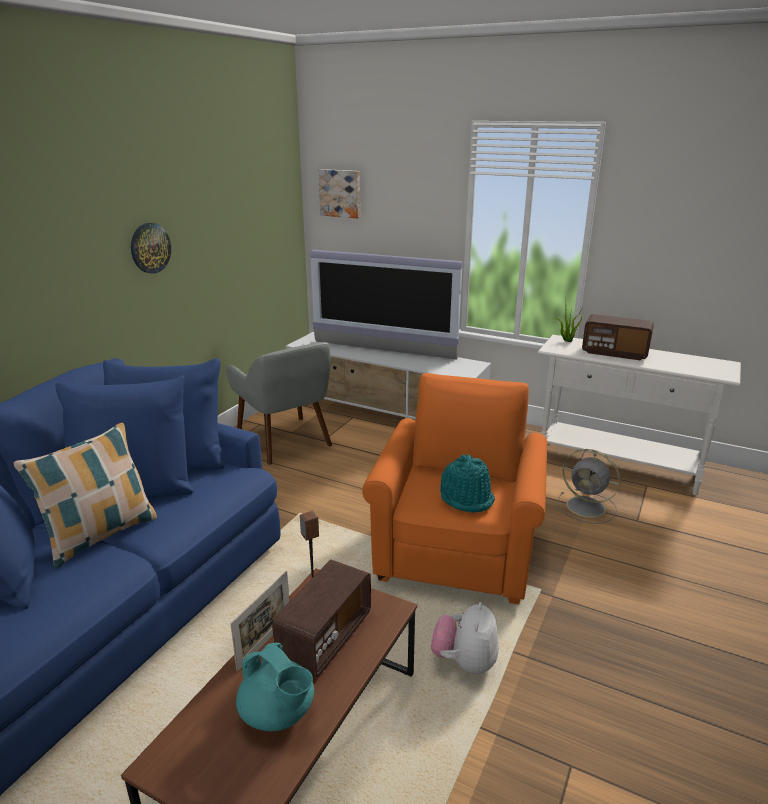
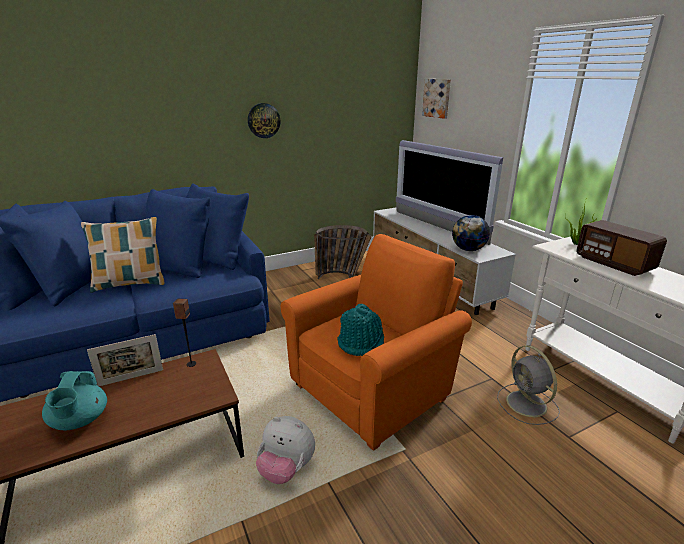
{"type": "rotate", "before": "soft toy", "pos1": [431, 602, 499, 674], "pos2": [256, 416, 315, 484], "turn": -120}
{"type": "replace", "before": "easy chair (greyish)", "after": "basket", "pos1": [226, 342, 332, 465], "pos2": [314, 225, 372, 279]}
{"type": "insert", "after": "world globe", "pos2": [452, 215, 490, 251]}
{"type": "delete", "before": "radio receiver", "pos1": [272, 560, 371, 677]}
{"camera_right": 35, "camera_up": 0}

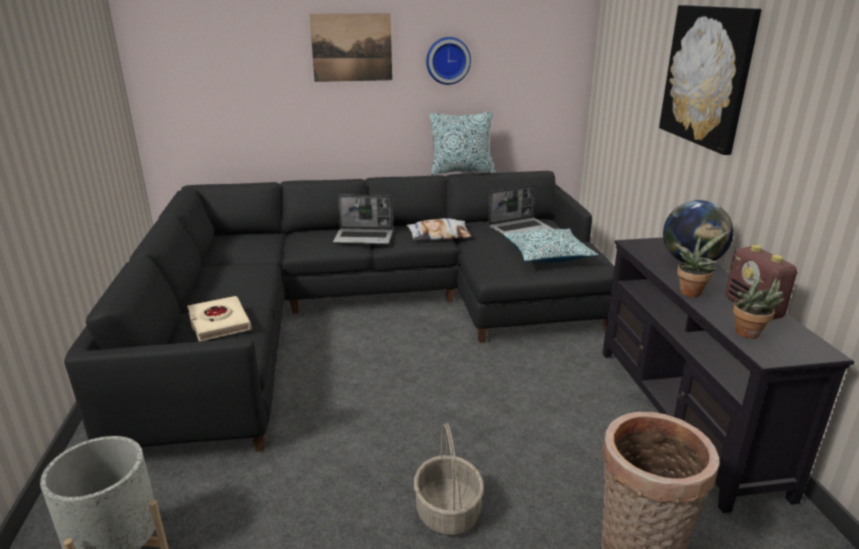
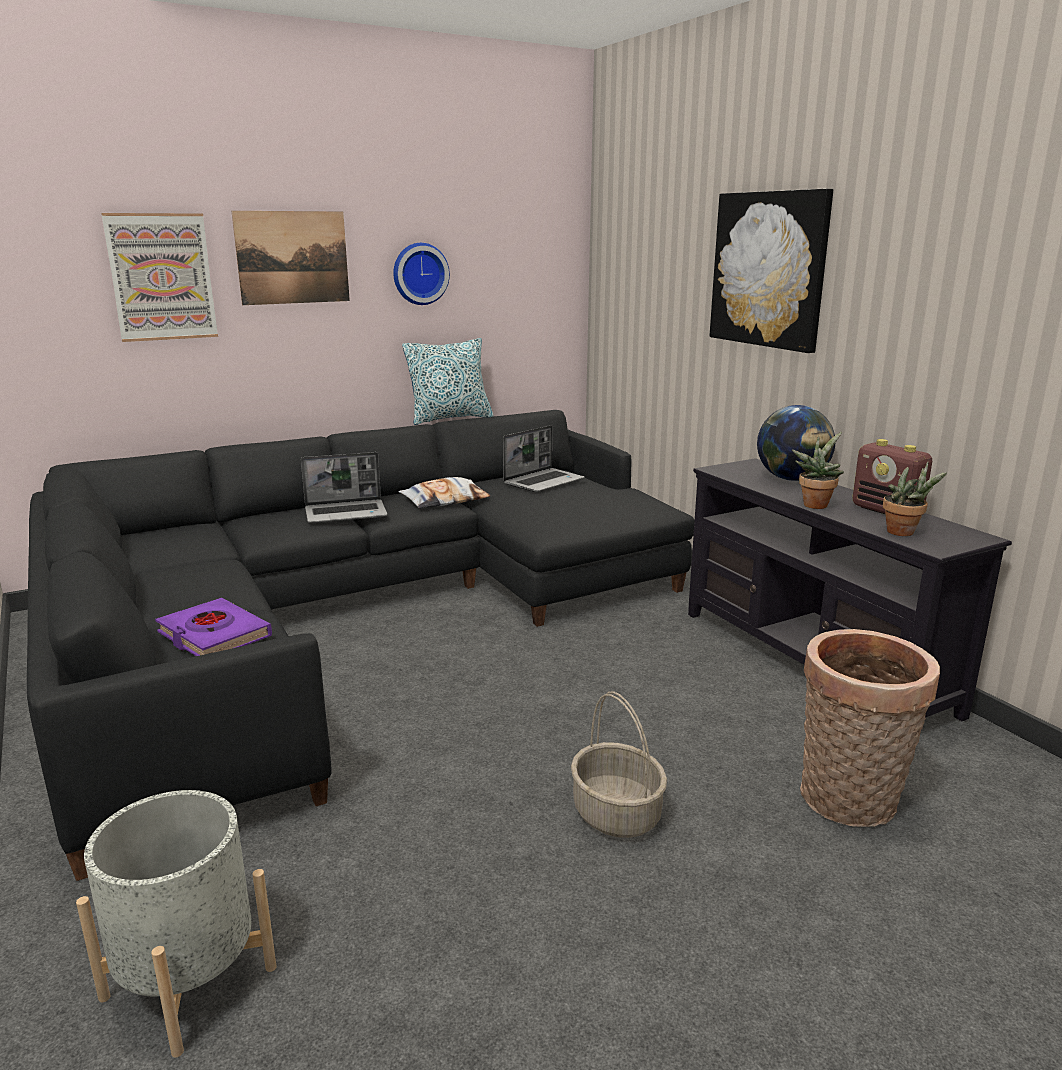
{"type": "insert", "after": "wall picture", "pos2": [102, 213, 218, 342]}
{"type": "recolor", "before": "volume (beige)", "after": "volume (purple)", "pos1": [187, 296, 251, 342], "pos2": [155, 598, 272, 656]}
{"type": "delete", "before": "pillow", "pos1": [503, 229, 598, 262]}
{"camera_right": -20, "camera_up": -5}

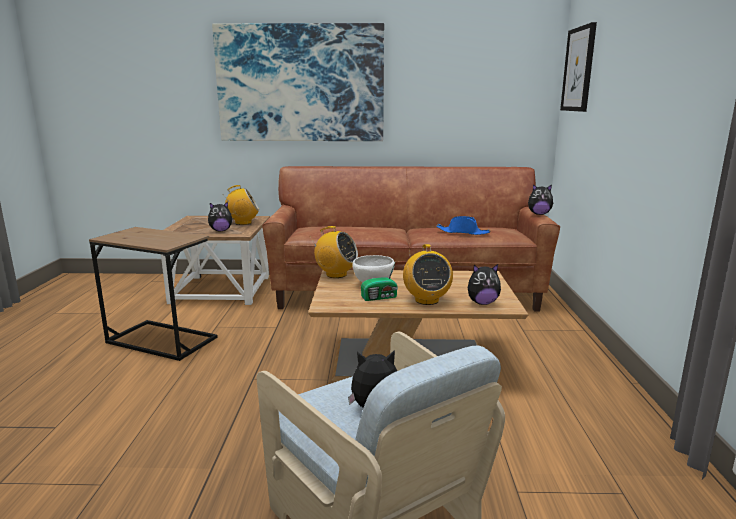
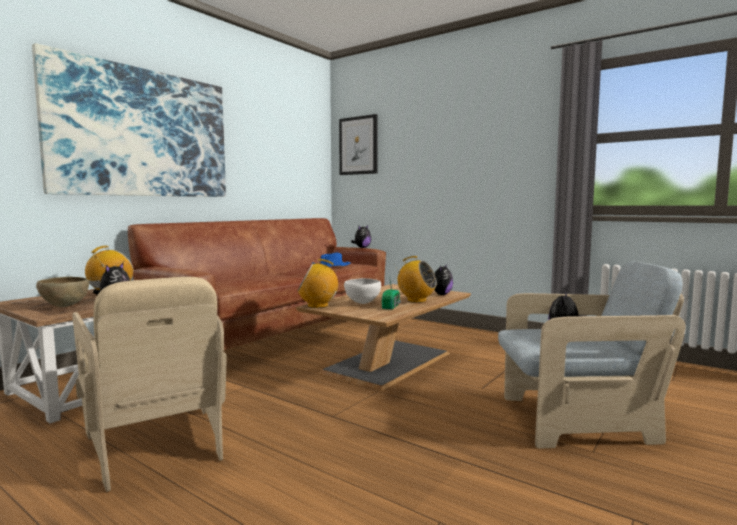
{"type": "insert", "after": "serving bowl (brown-coloured)", "pos2": [36, 277, 89, 307]}
{"type": "replace", "before": "accent table (brown-coloured)", "after": "easy chair (beige)", "pos1": [89, 227, 218, 361], "pos2": [72, 277, 227, 492]}
{"type": "rotate", "before": "radio receiver", "pos1": [310, 226, 358, 278], "pos2": [297, 259, 340, 308], "turn": -150}
{"camera_right": -55, "camera_up": -10}

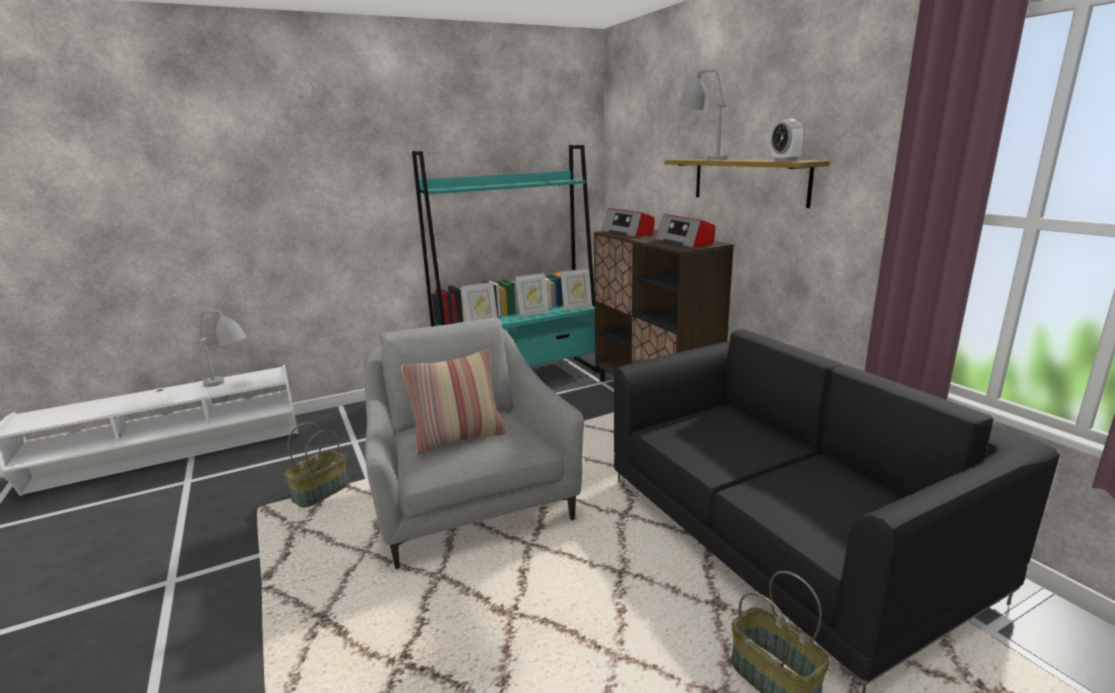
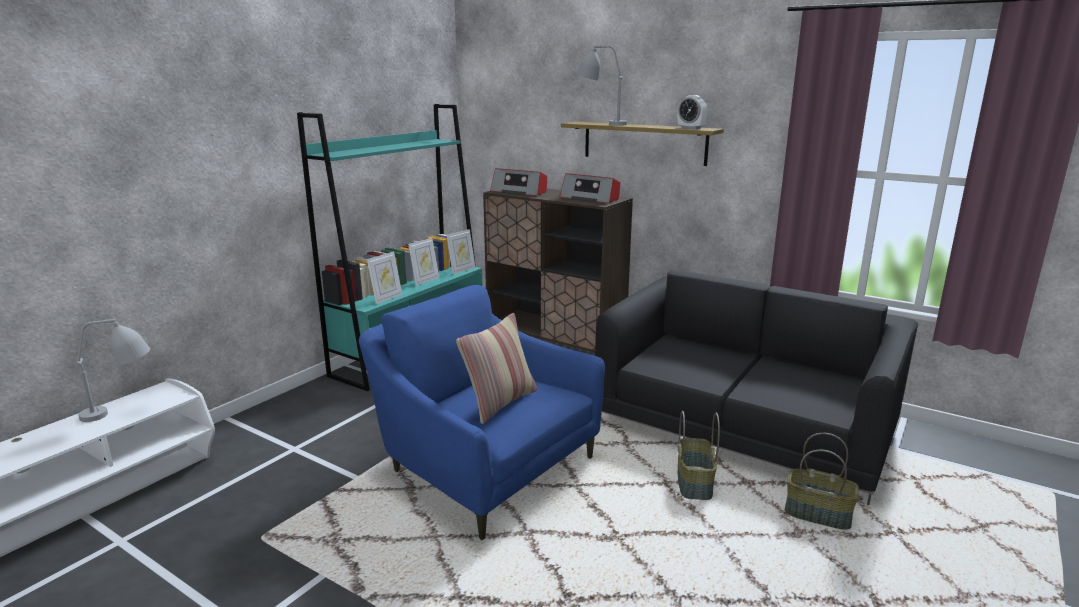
{"type": "recolor", "before": "easy chair (greyish)", "after": "easy chair (blue-coloured)", "pos1": [364, 318, 584, 569], "pos2": [359, 285, 605, 540]}
{"type": "move", "before": "basket", "pos1": [284, 423, 349, 508], "pos2": [678, 411, 720, 500]}
{"camera_right": -30, "camera_up": 0}

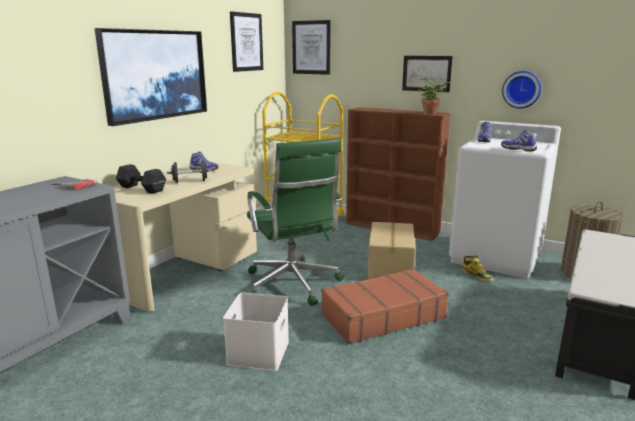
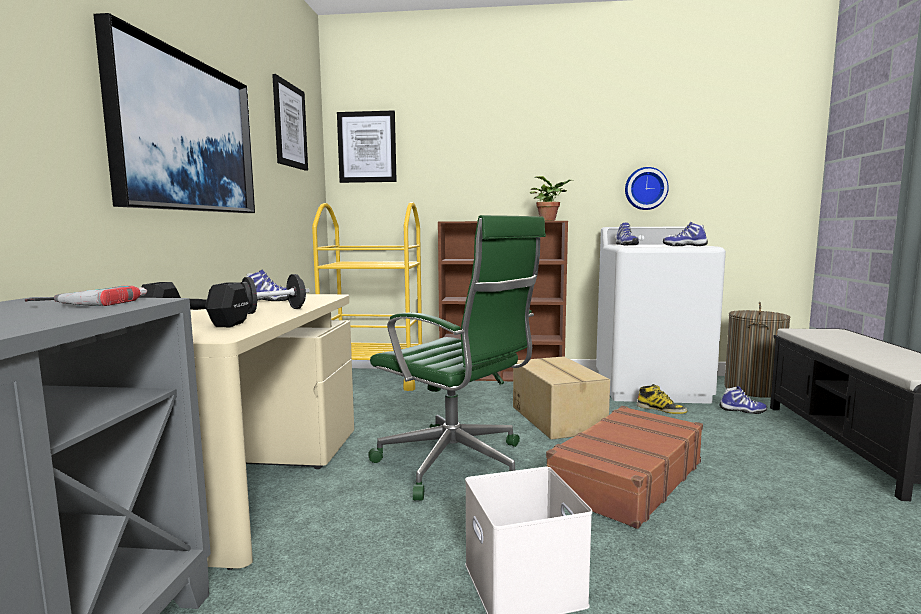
{"type": "insert", "after": "shoe", "pos2": [719, 386, 767, 414]}
{"type": "delete", "before": "wall picture", "pos1": [402, 56, 453, 92]}
{"camera_right": -25, "camera_up": -10}

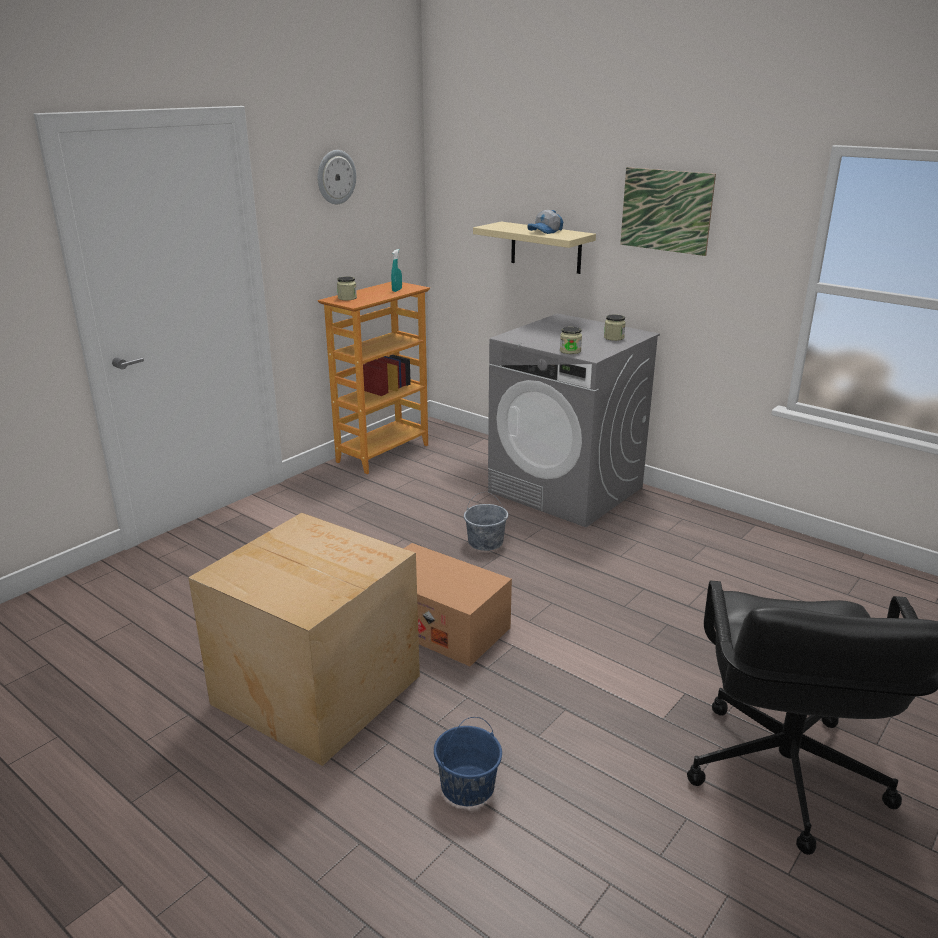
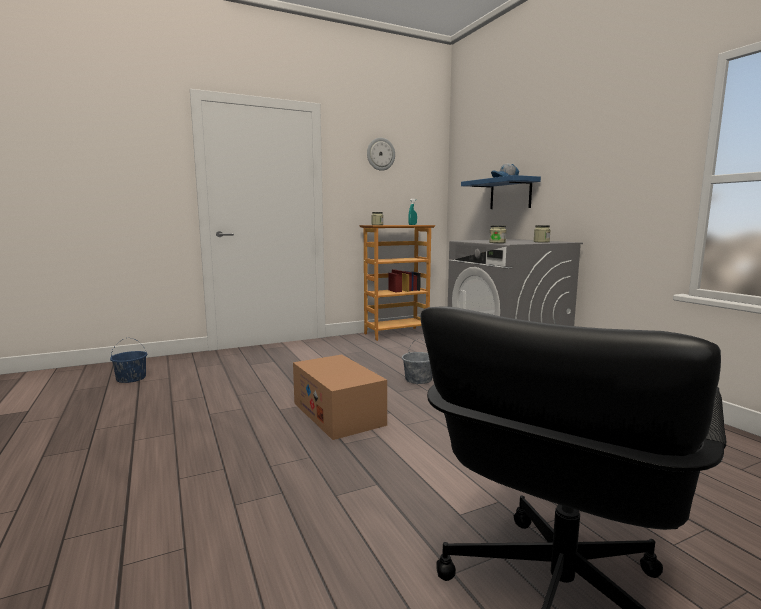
{"type": "move", "before": "water bucket (blue-coloured)", "pos1": [434, 717, 502, 806], "pos2": [110, 338, 148, 383]}
{"type": "recolor", "before": "shelf (beige)", "after": "shelf (blue-coloured)", "pos1": [473, 221, 596, 274], "pos2": [461, 175, 541, 209]}
{"type": "delete", "before": "cardboard box", "pos1": [188, 513, 420, 766]}
{"type": "delete", "before": "wall picture", "pos1": [620, 167, 716, 256]}
{"camera_right": 25, "camera_up": -15}

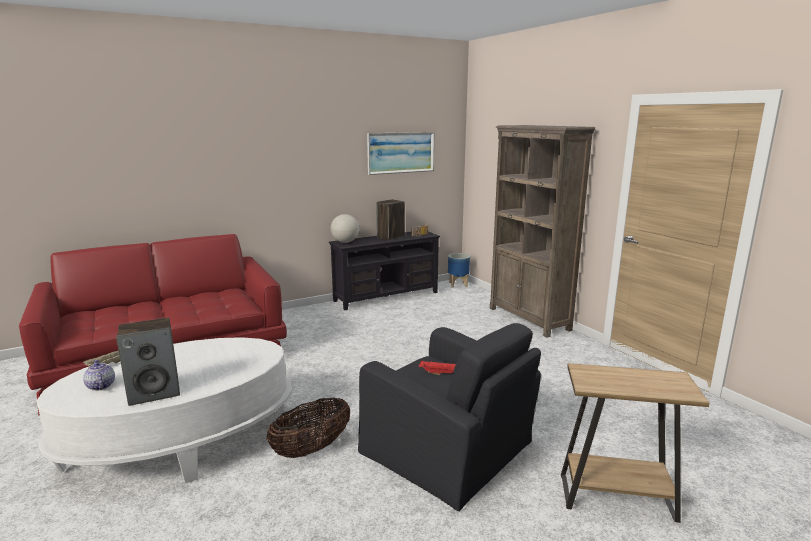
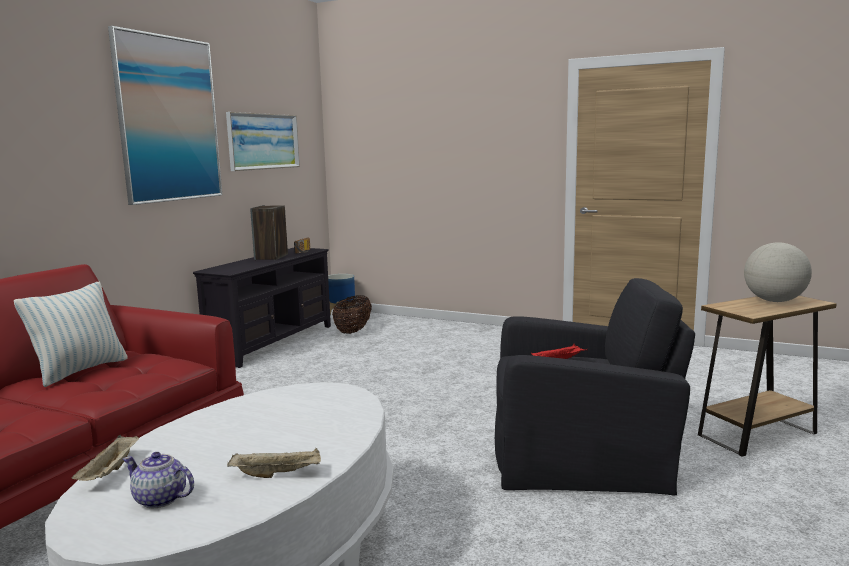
{"type": "insert", "after": "pillow", "pos2": [14, 281, 128, 387]}
{"type": "insert", "after": "wall picture", "pos2": [108, 26, 222, 205]}
{"type": "replace", "before": "audio speaker", "after": "carrying tray (beige)", "pos1": [116, 317, 180, 406], "pos2": [227, 448, 321, 478]}
{"type": "move", "before": "basket", "pos1": [267, 398, 350, 458], "pos2": [332, 295, 372, 334]}
{"type": "move", "before": "world globe", "pos1": [331, 214, 359, 243], "pos2": [744, 242, 812, 302]}
{"type": "delete", "before": "bookshelf (brown-coloured)", "pos1": [490, 125, 595, 338]}
{"camera_right": -35, "camera_up": -5}

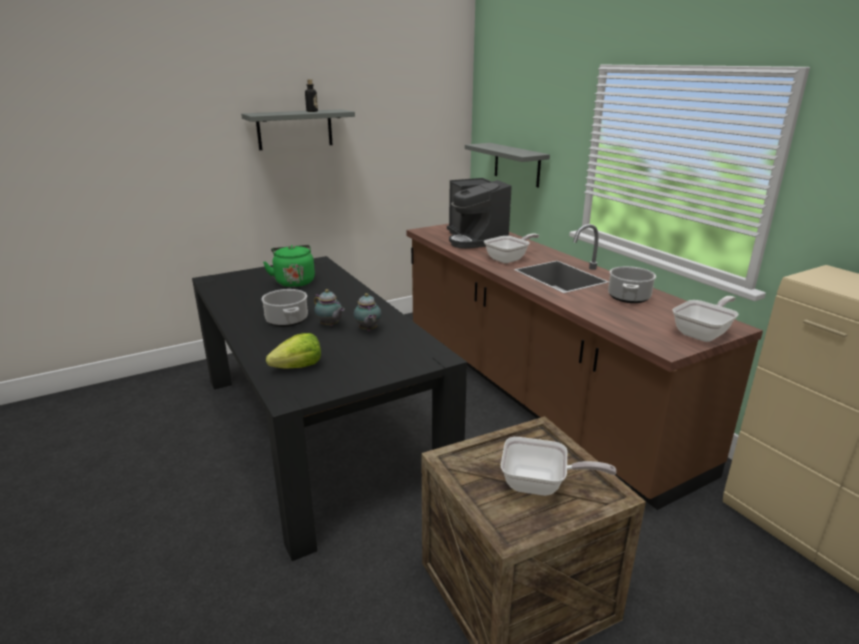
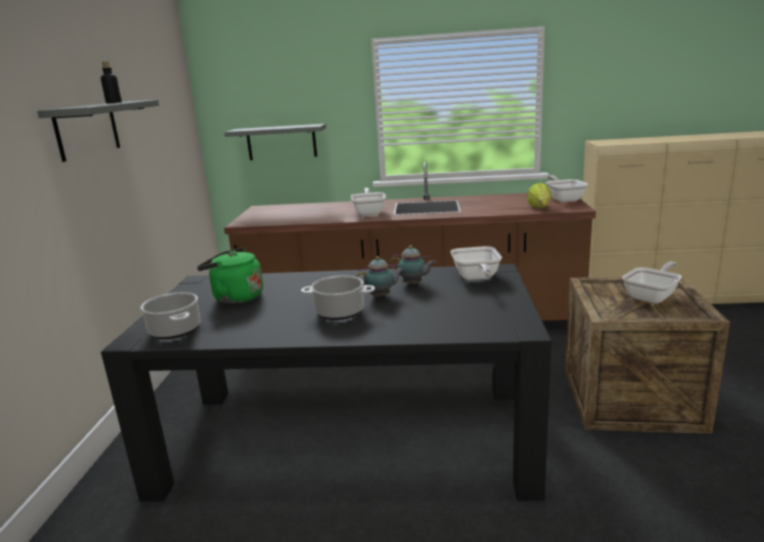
{"type": "move", "before": "stockpot", "pos1": [608, 266, 656, 303], "pos2": [140, 292, 200, 339]}
{"type": "insert", "after": "pan", "pos2": [450, 246, 502, 280]}
{"type": "move", "before": "lettuce", "pos1": [266, 333, 321, 369], "pos2": [527, 183, 551, 208]}
{"type": "delete", "before": "coffee machine", "pos1": [447, 178, 512, 249]}
{"camera_right": -55, "camera_up": -5}

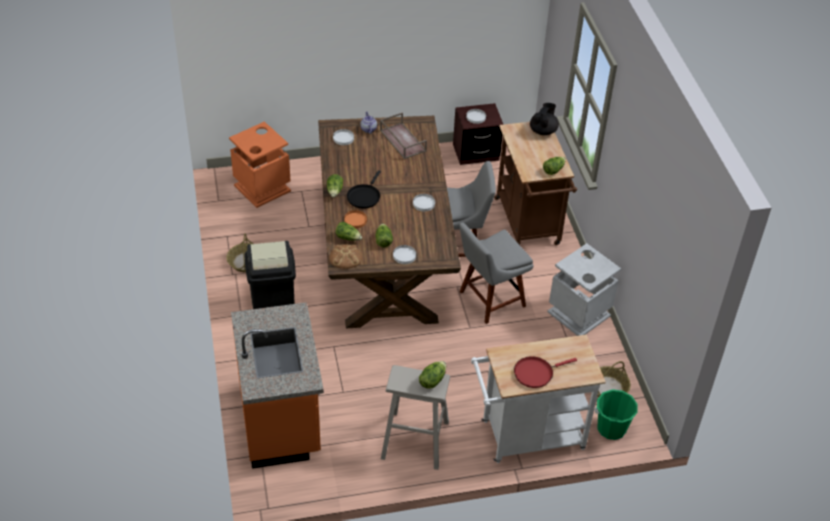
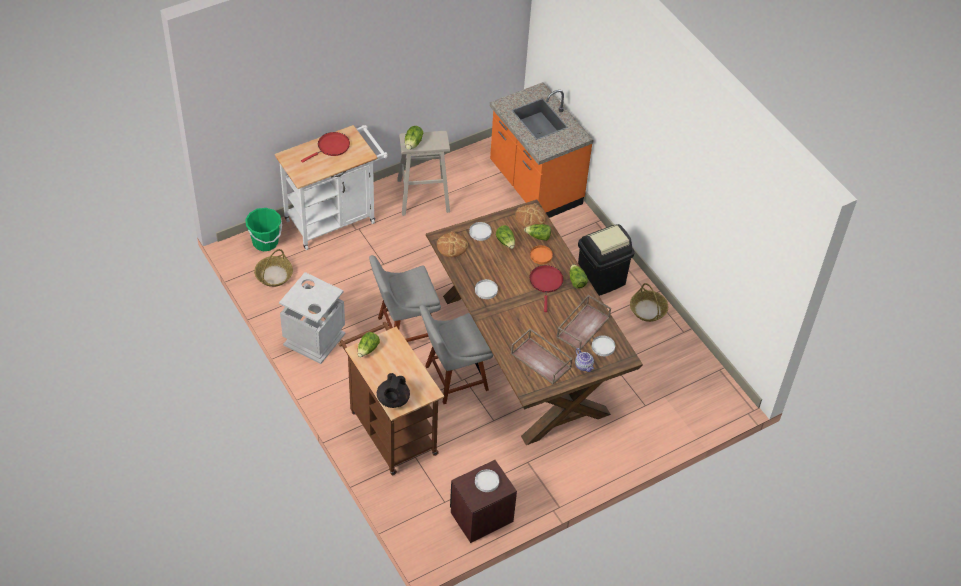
{"type": "rotate", "before": "upright chair (greyish)", "pos1": [459, 222, 534, 324], "pos2": [369, 255, 441, 342], "turn": -150}
{"type": "insert", "after": "baked bread", "pos2": [437, 231, 468, 257]}
{"type": "recolor", "before": "pan (black-coloured)", "after": "pan (red)", "pos1": [347, 170, 381, 209], "pos2": [529, 265, 563, 312]}
{"type": "insert", "after": "carrying tray (brown-coloured)", "pos2": [556, 295, 611, 351]}
{"type": "delete", "before": "waste bin (orangey)", "pos1": [229, 121, 291, 208]}
{"camera_right": 160, "camera_up": 5}

